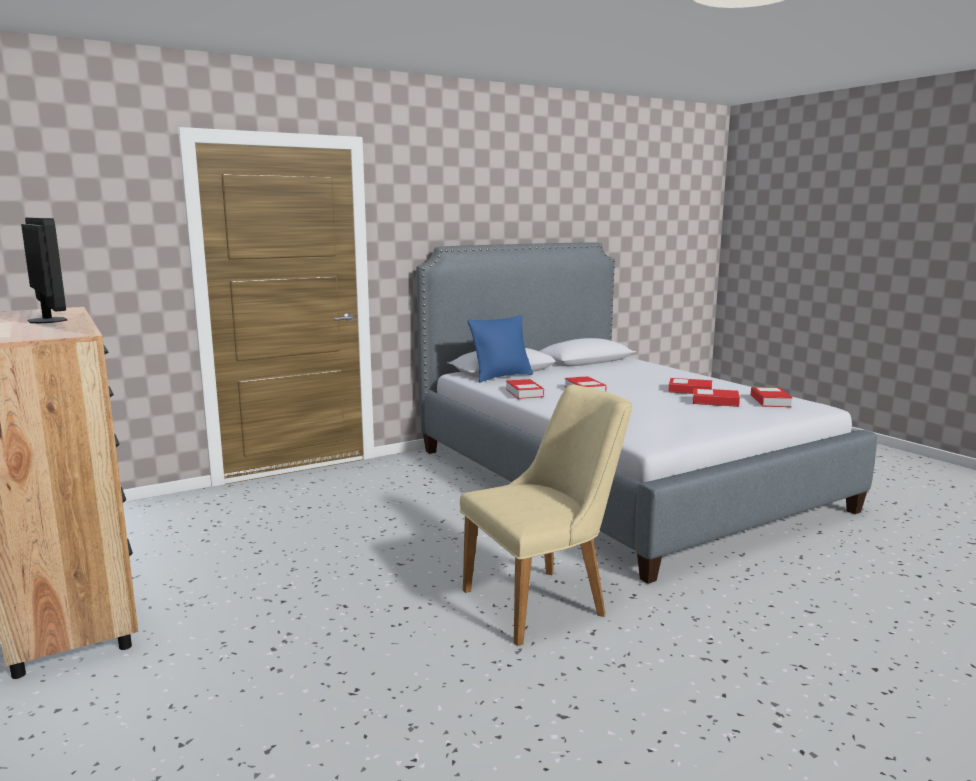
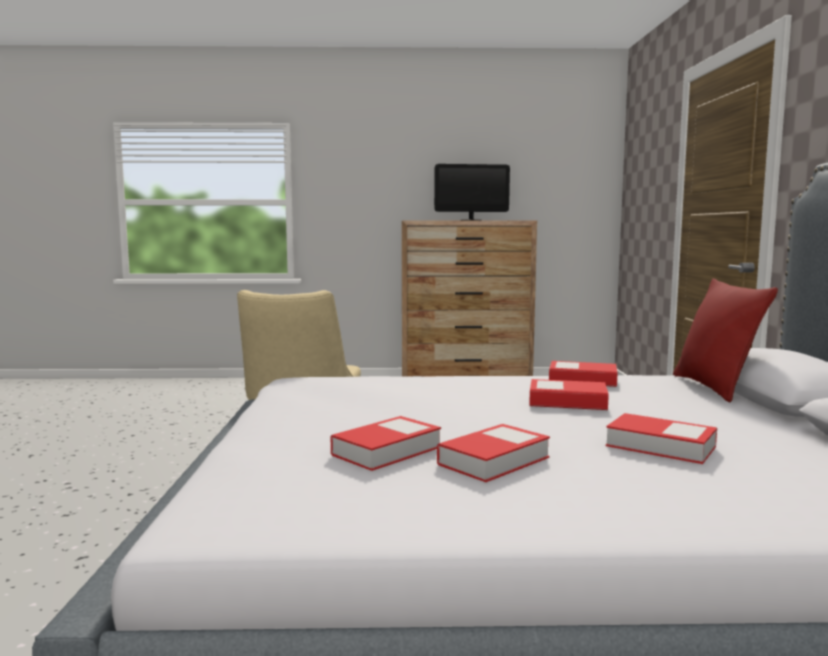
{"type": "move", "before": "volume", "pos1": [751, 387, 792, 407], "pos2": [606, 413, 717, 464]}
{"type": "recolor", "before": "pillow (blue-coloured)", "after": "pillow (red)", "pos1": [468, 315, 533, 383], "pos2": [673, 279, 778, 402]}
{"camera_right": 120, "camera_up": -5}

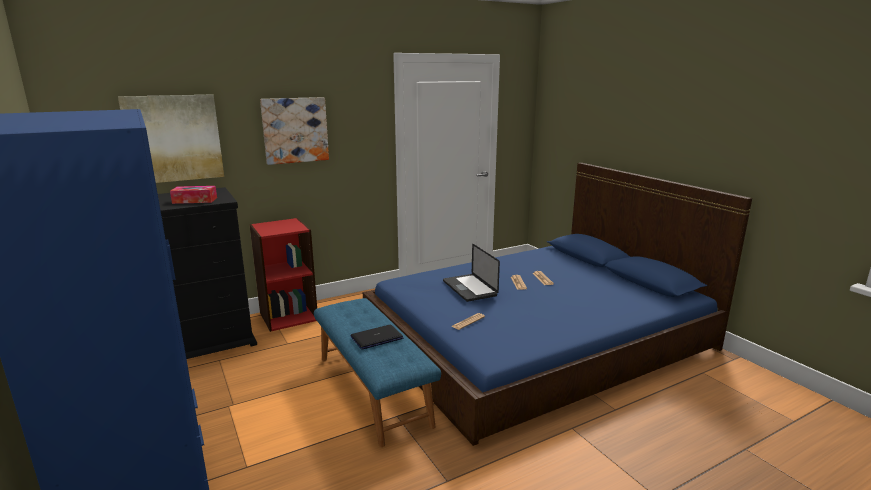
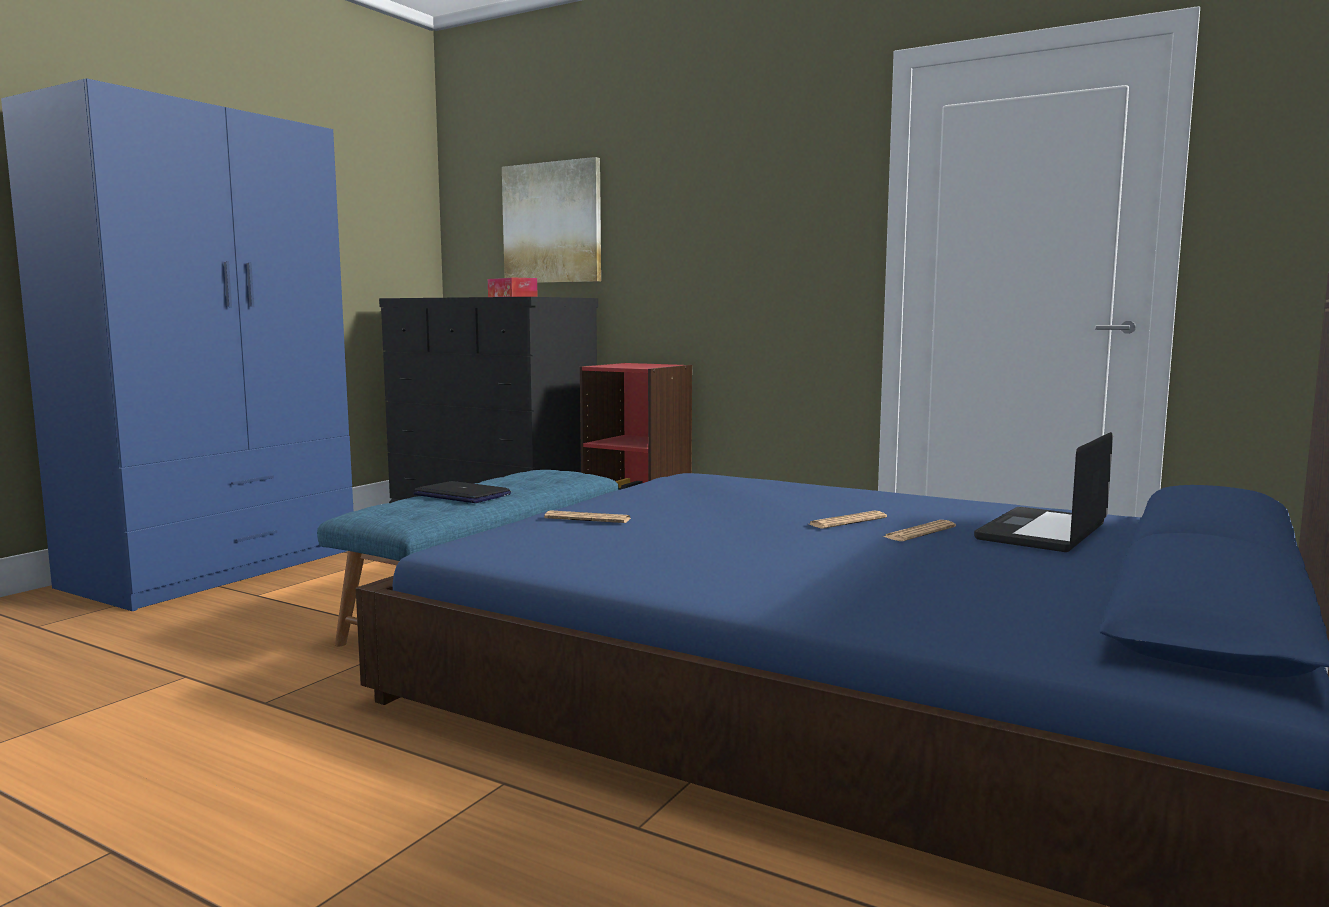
{"type": "move", "before": "notebook computer", "pos1": [443, 244, 500, 302], "pos2": [974, 432, 1113, 552]}
{"type": "delete", "before": "wall picture", "pos1": [260, 97, 329, 165]}
{"camera_right": 60, "camera_up": -10}

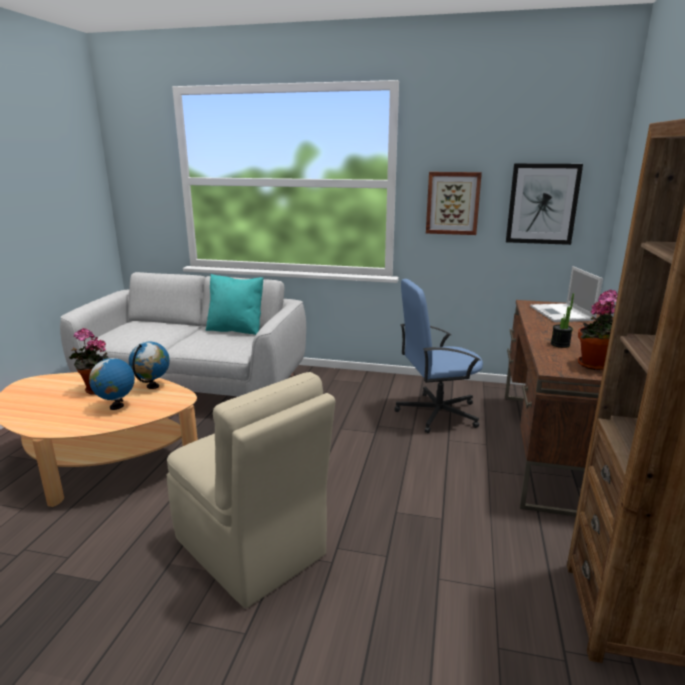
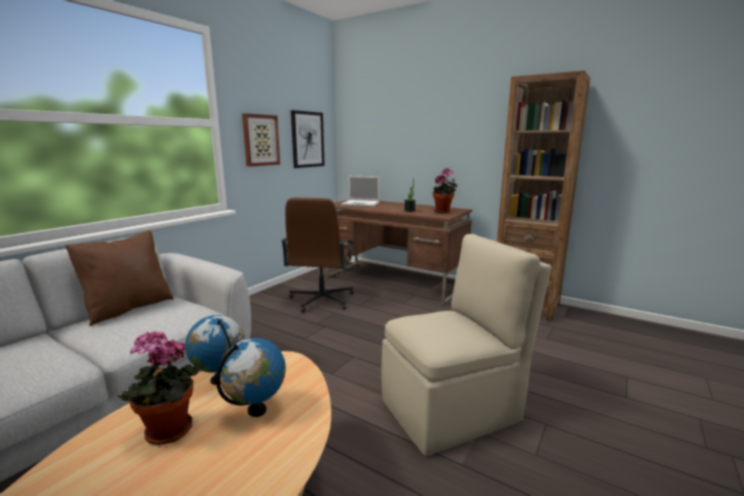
{"type": "recolor", "before": "pillow (blue-green)", "after": "pillow (brown-coloured)", "pos1": [206, 274, 263, 335], "pos2": [65, 230, 174, 326]}
{"type": "recolor", "before": "office chair (blue-coloured)", "after": "office chair (brown-coloured)", "pos1": [395, 279, 483, 433], "pos2": [281, 198, 354, 313]}
{"camera_right": -70, "camera_up": -5}

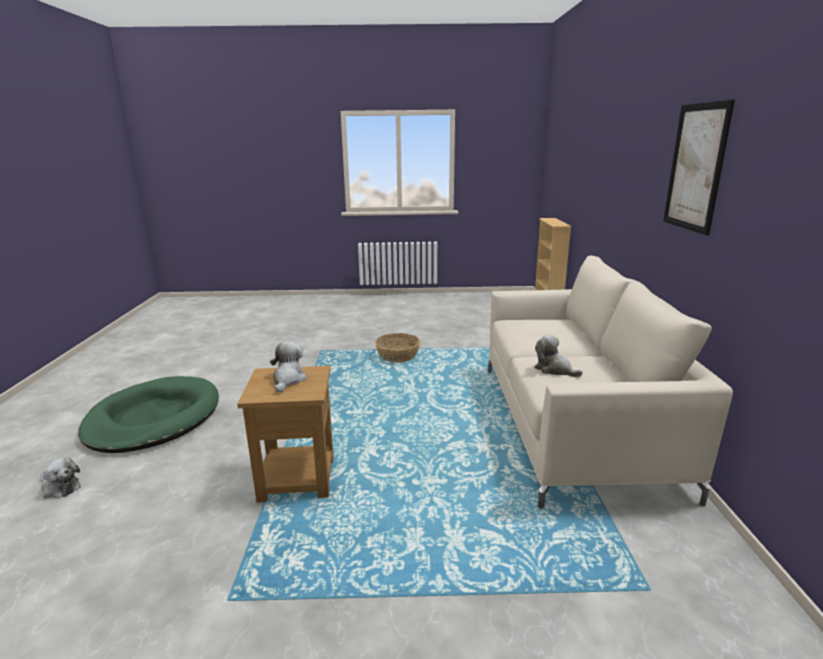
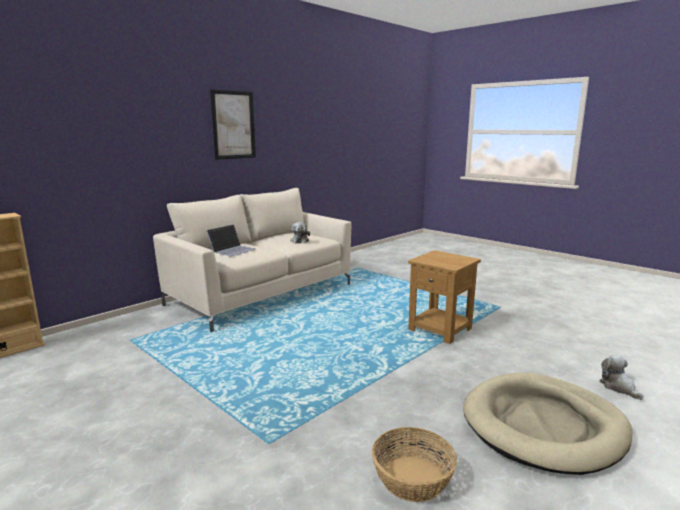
{"type": "insert", "after": "notebook computer", "pos2": [206, 224, 256, 256]}
{"type": "move", "before": "basket", "pos1": [375, 333, 420, 362], "pos2": [372, 427, 457, 502]}
{"type": "recolor", "before": "dog bed (green)", "after": "dog bed (beige)", "pos1": [78, 376, 219, 453], "pos2": [463, 372, 633, 475]}
{"type": "delete", "before": "soft toy", "pos1": [270, 341, 307, 393]}
{"camera_right": -135, "camera_up": -5}

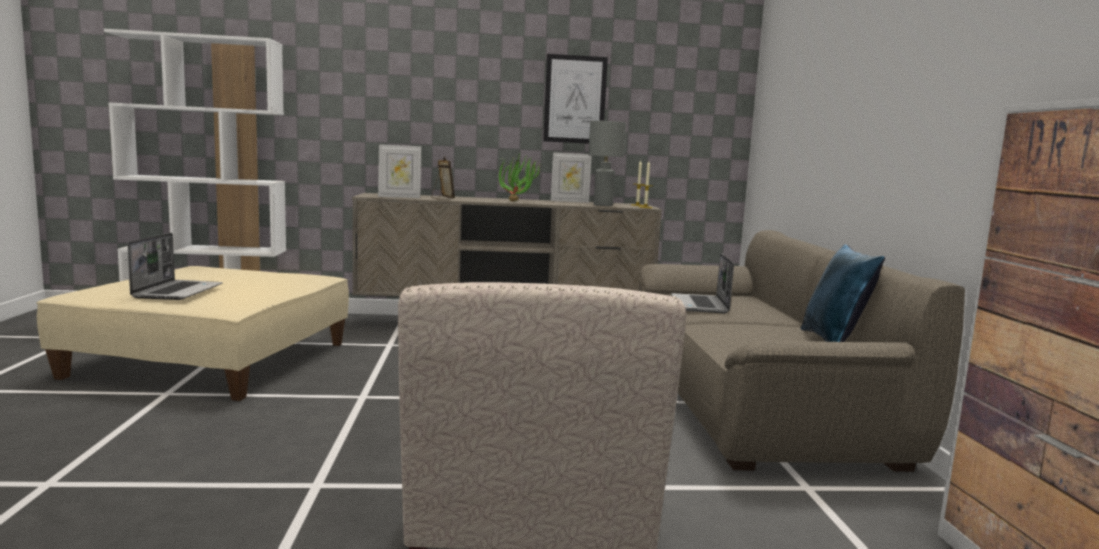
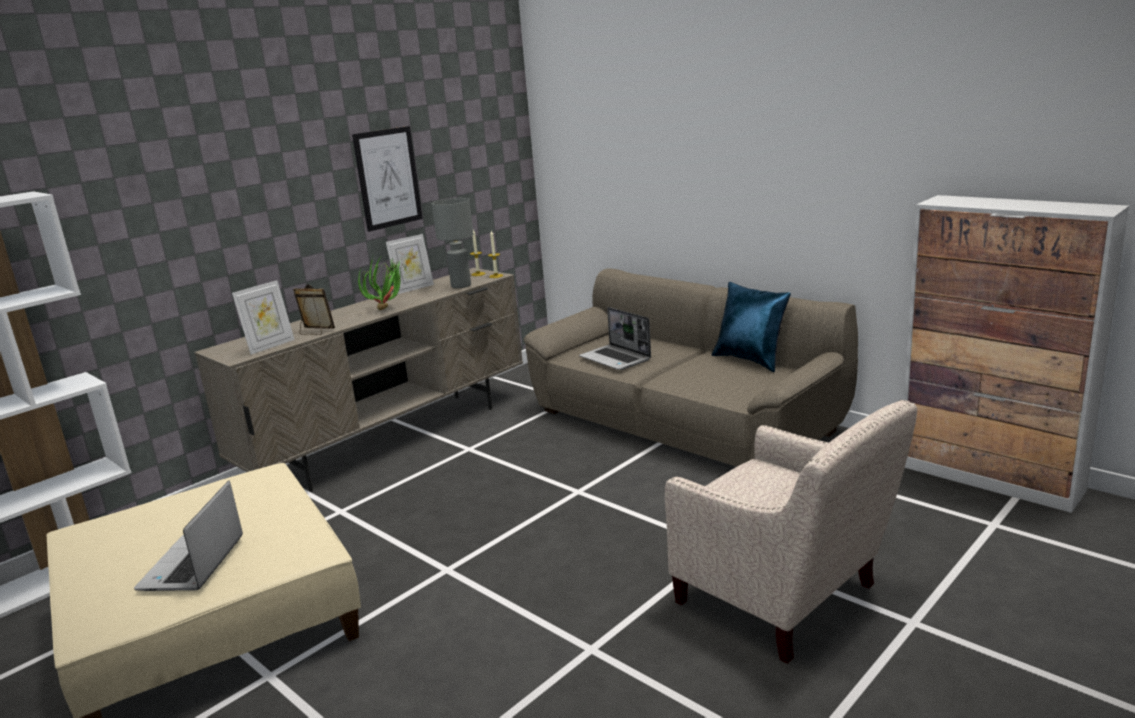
{"type": "rotate", "before": "notebook computer", "pos1": [127, 233, 223, 300], "pos2": [134, 481, 243, 591], "turn": -135}
{"camera_right": -40, "camera_up": 10}

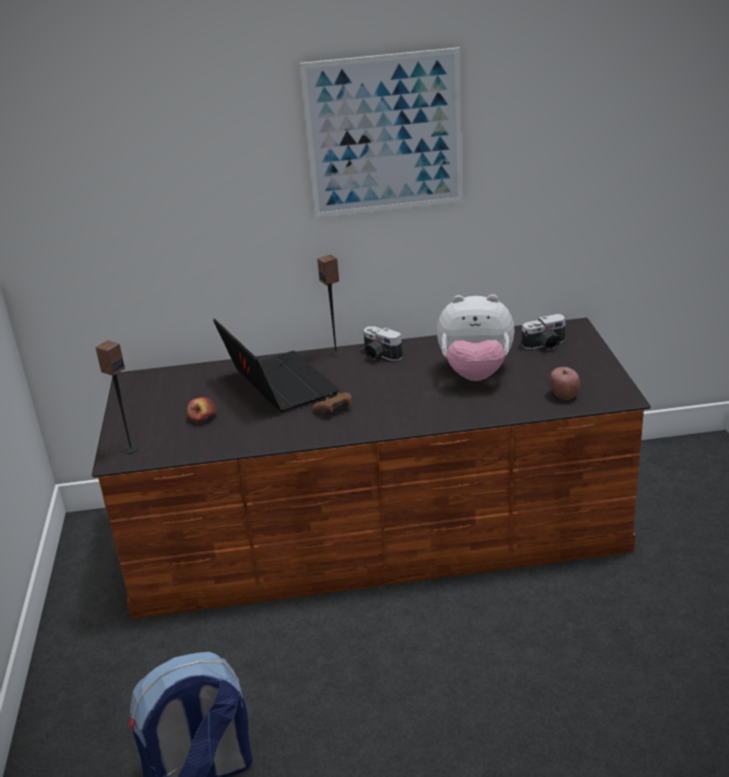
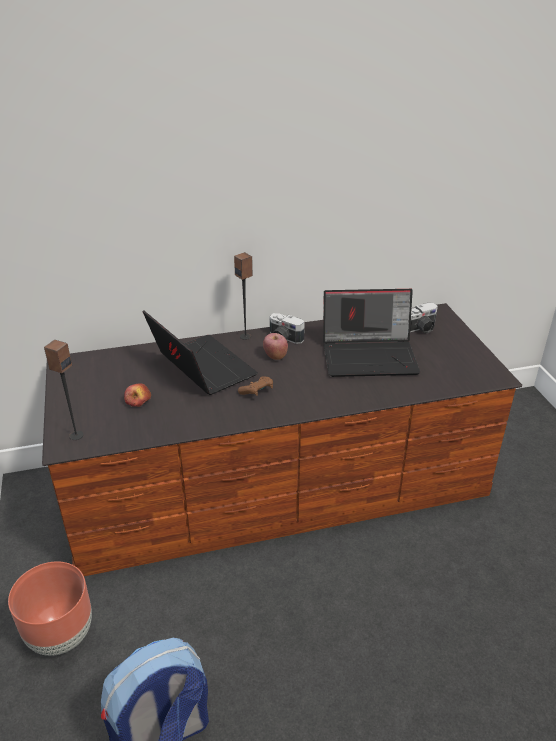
{"type": "insert", "after": "flower pot (brown-coloured)", "pos2": [8, 561, 92, 656]}
{"type": "move", "before": "apple fruit", "pos1": [549, 367, 580, 400], "pos2": [263, 333, 288, 360]}
{"type": "replace", "before": "soft toy", "after": "notebook computer", "pos1": [437, 294, 515, 381], "pos2": [323, 289, 420, 377]}
{"type": "delete", "before": "wall picture", "pos1": [300, 47, 463, 218]}
{"camera_right": -10, "camera_up": 5}

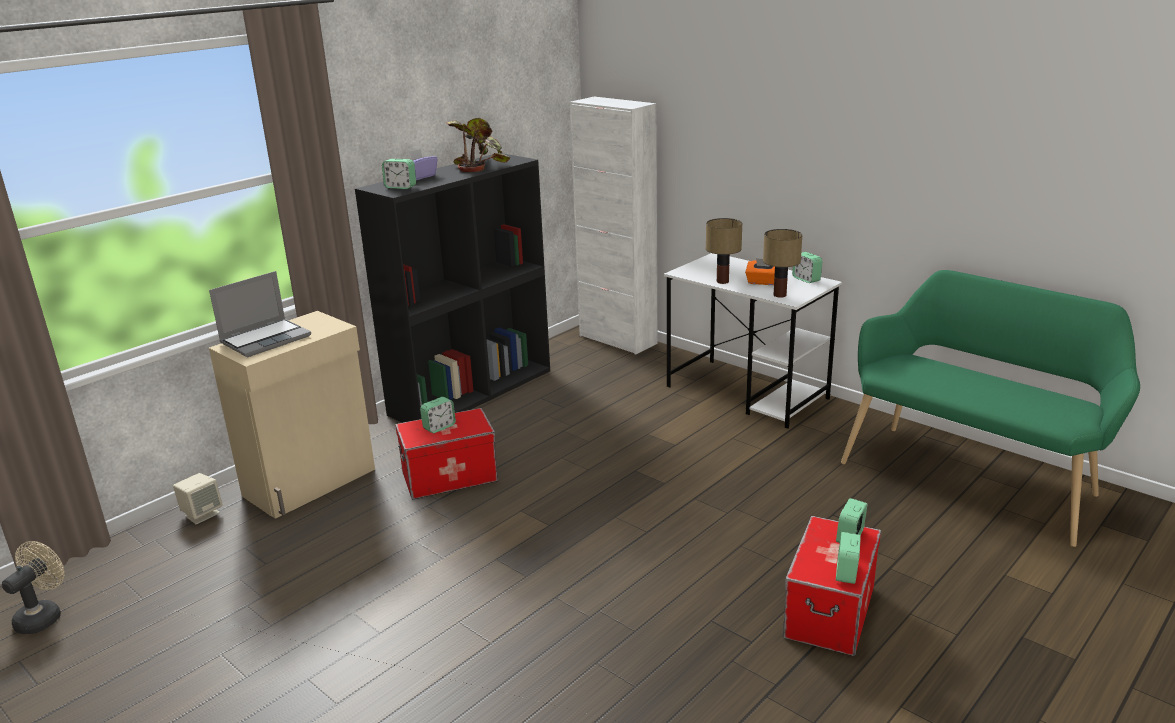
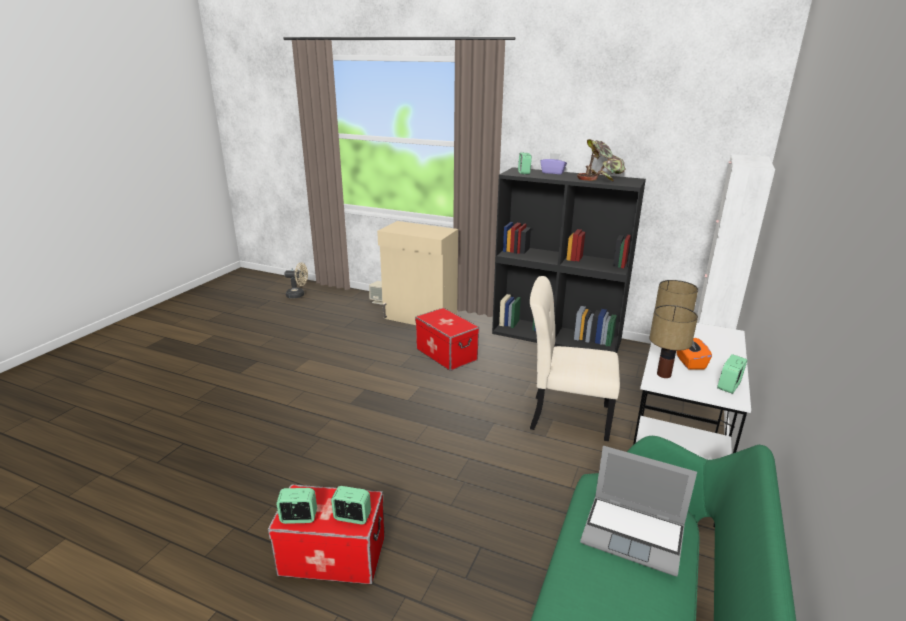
{"type": "insert", "after": "upright chair (beige)", "pos2": [530, 276, 620, 441]}
{"type": "move", "before": "notebook computer", "pos1": [209, 271, 311, 357], "pos2": [580, 446, 697, 577]}
{"type": "delete", "before": "bedside clock", "pos1": [420, 397, 456, 433]}
{"camera_right": 70, "camera_up": 0}

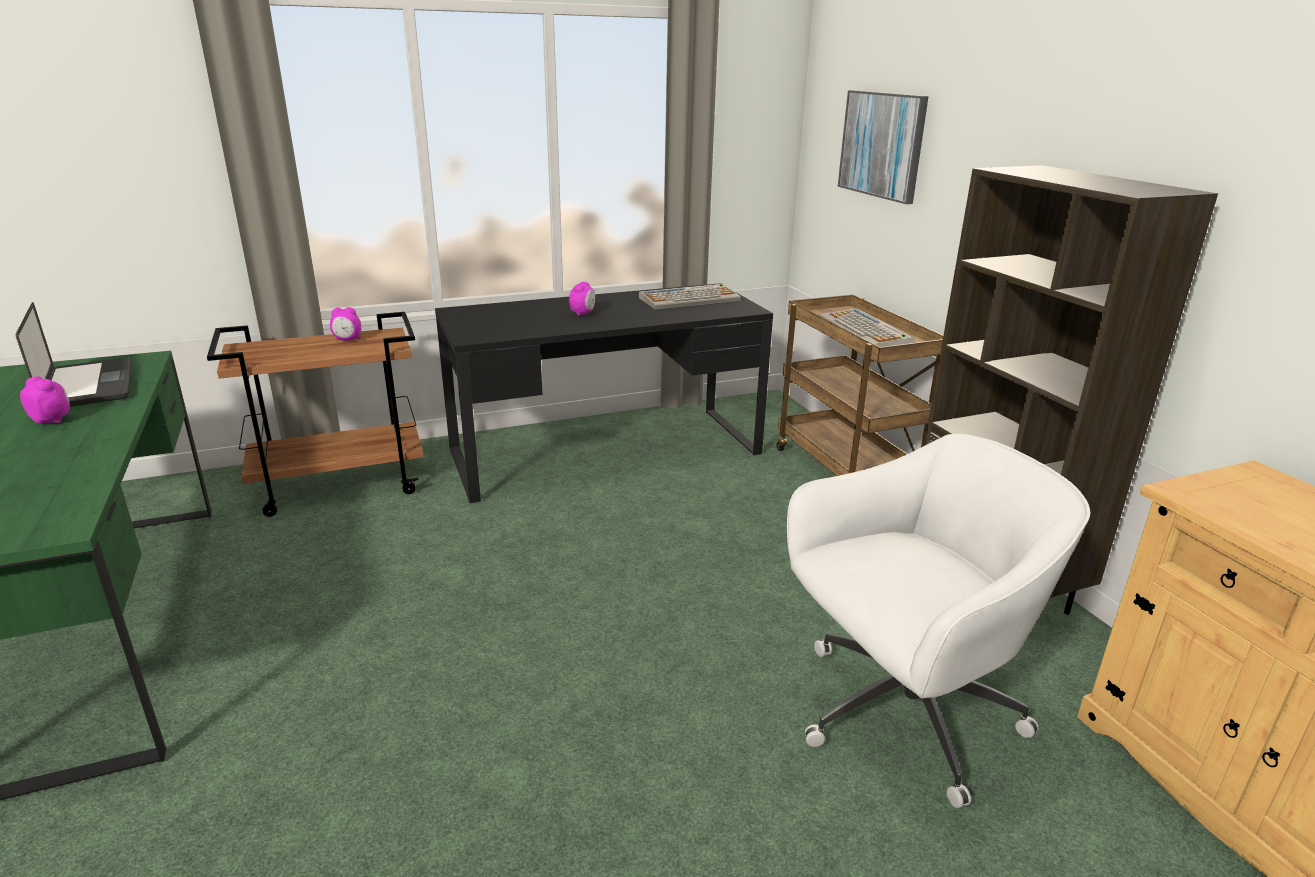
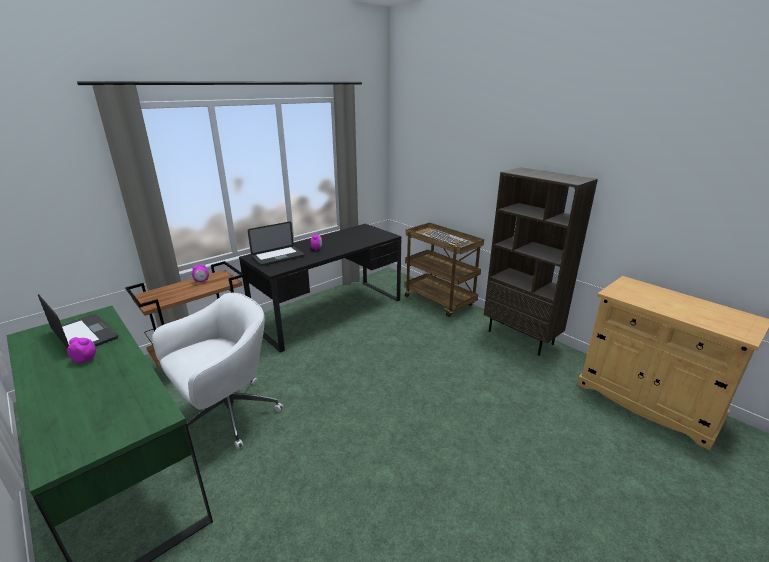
{"type": "move", "before": "office chair (white)", "pos1": [787, 434, 1090, 808], "pos2": [152, 293, 284, 449]}
{"type": "insert", "after": "notebook computer", "pos2": [248, 222, 304, 266]}
{"type": "delete", "before": "PC keyboard", "pos1": [639, 284, 741, 309]}
{"type": "delete", "before": "wall picture", "pos1": [838, 90, 929, 204]}
{"camera_right": -20, "camera_up": 0}

